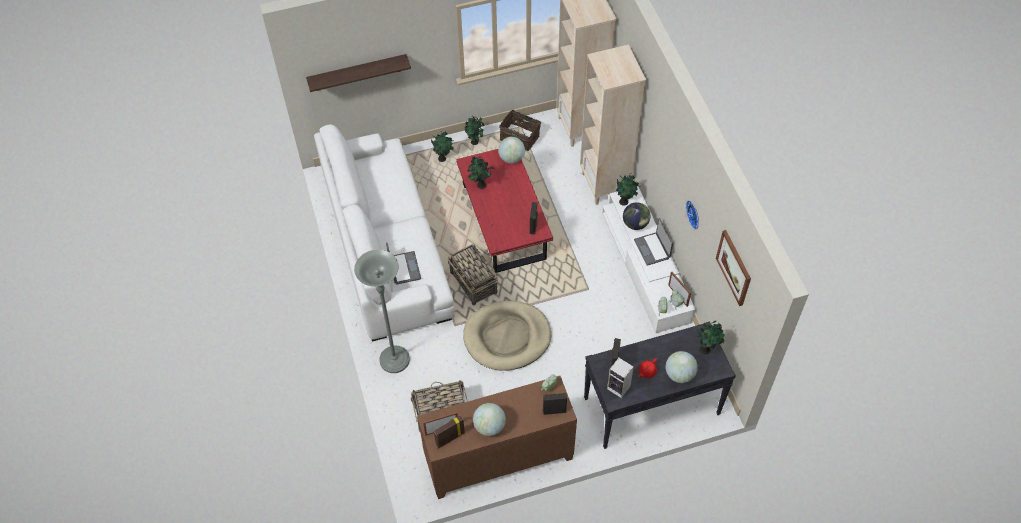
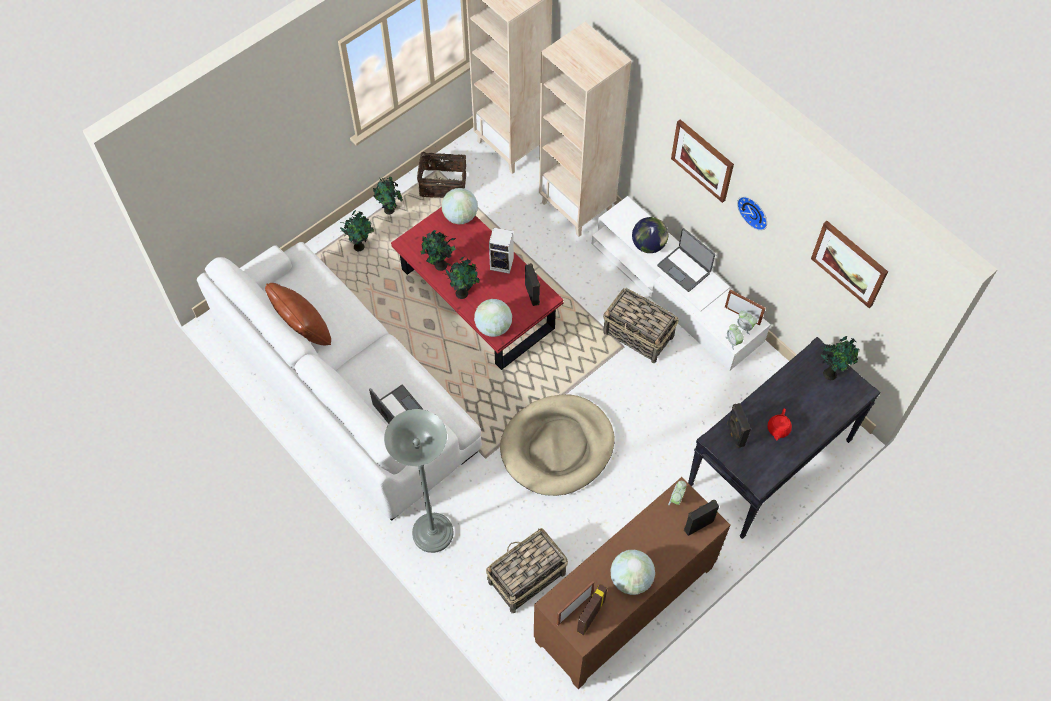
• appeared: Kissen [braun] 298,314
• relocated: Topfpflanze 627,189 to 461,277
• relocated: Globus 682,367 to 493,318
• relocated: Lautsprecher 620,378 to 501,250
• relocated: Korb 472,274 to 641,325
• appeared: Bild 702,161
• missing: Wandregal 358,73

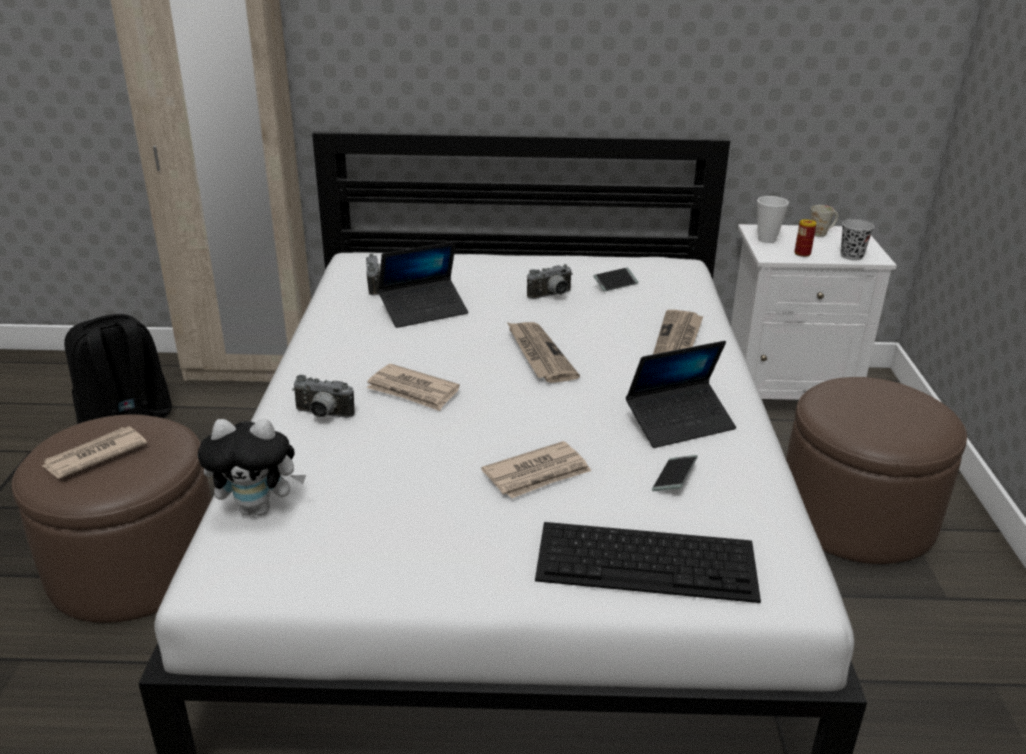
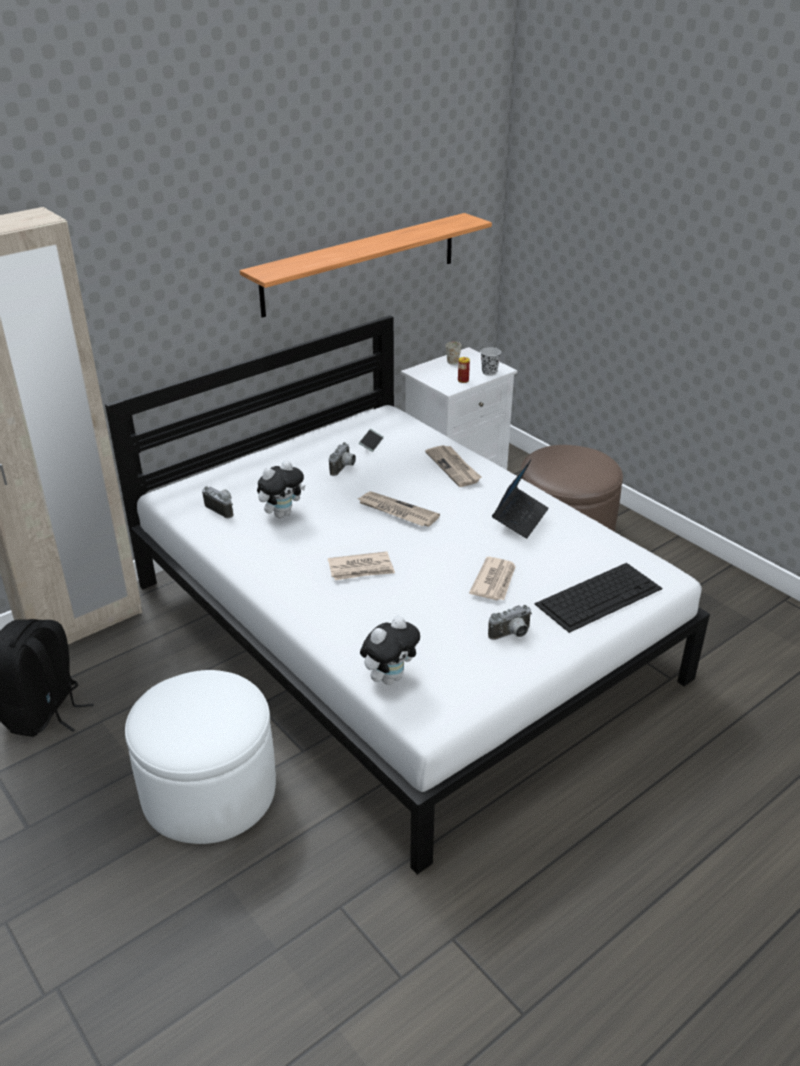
• colour: Polsterhocker [braun] 111,518 to Polsterhocker [weiß] 200,757
• appeared: Wandregal 366,265
• exchanged: Laptop 423,284 to Plüschtier 281,489
• relocated: Kamera 323,396 to 510,622
• missing: Zeitung 94,452
• missing: Handy 675,473
• missing: Tasse 773,219

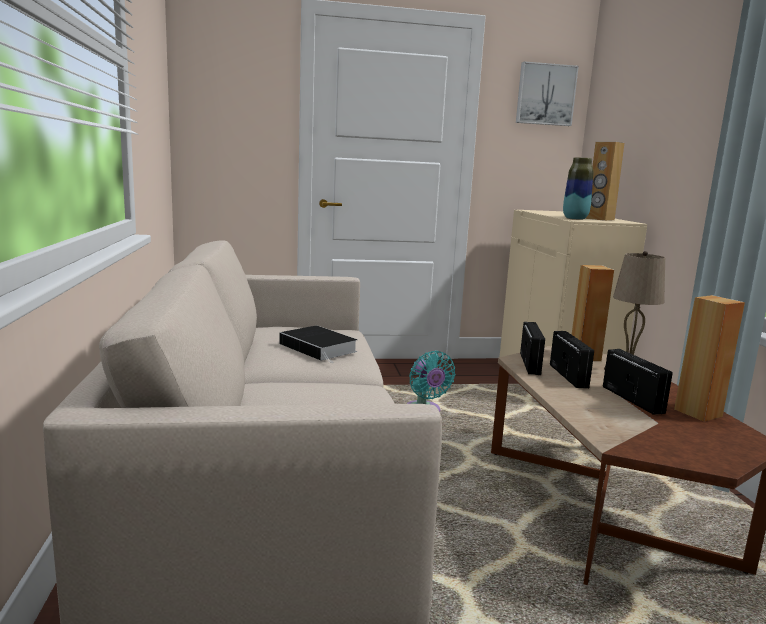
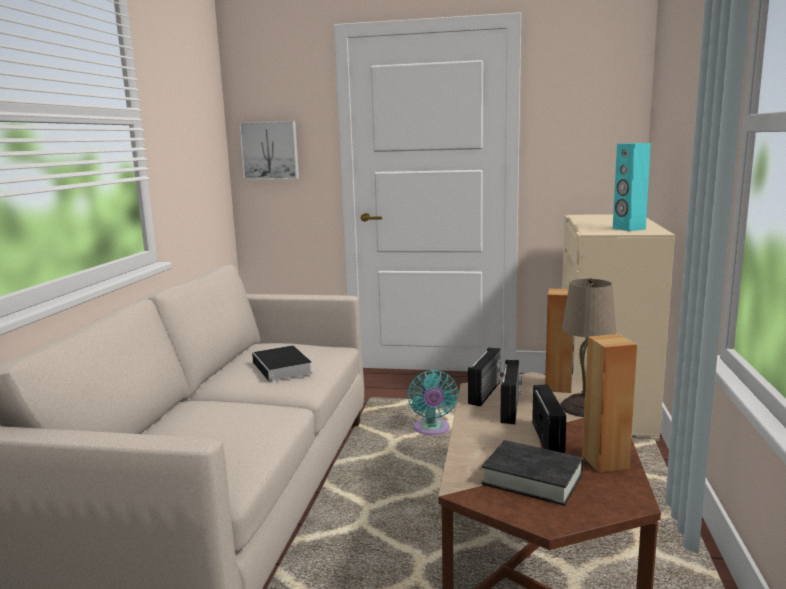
• relocated: Bild 547,93 to 269,150
• appeared: Buch [schwarz] 533,473
• colour: Lautsprecher [braun] 605,181 to Lautsprecher [türkis] 632,187
• missing: Vase 578,188

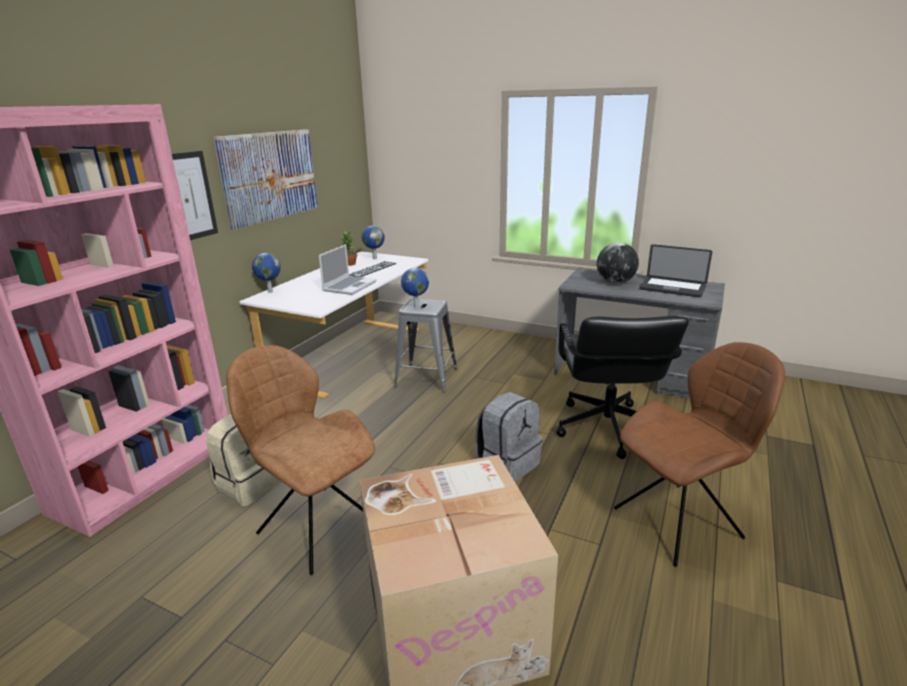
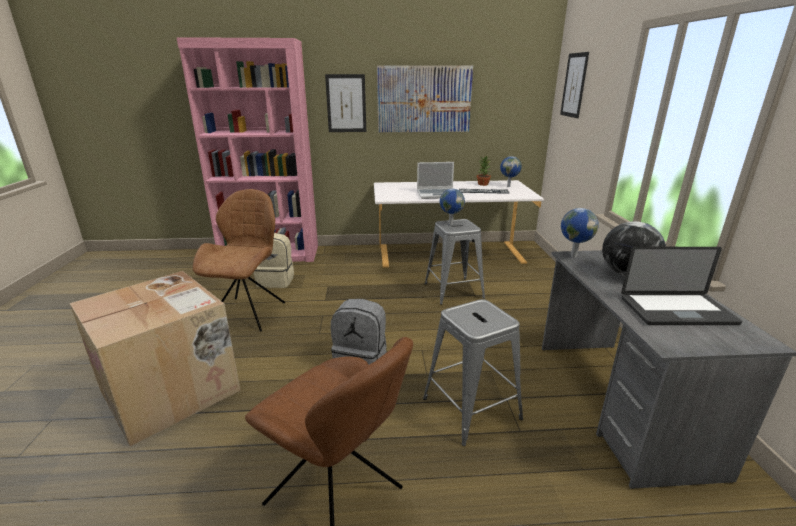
• exchanged: Bürostuhl [schwarz] 622,387 to Hocker [grau] 473,372
• appeared: Bild 574,85
• relocated: Globus 266,273 to 580,233
• spun: Laptop 675,270 = 681,286 90 degrees counterclockwise

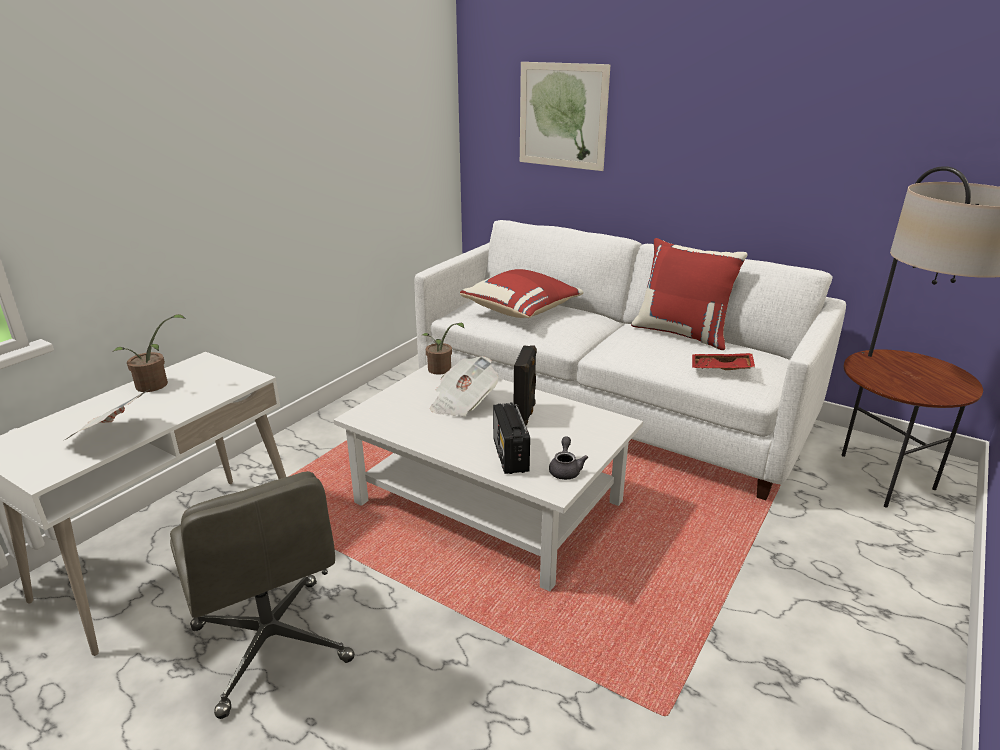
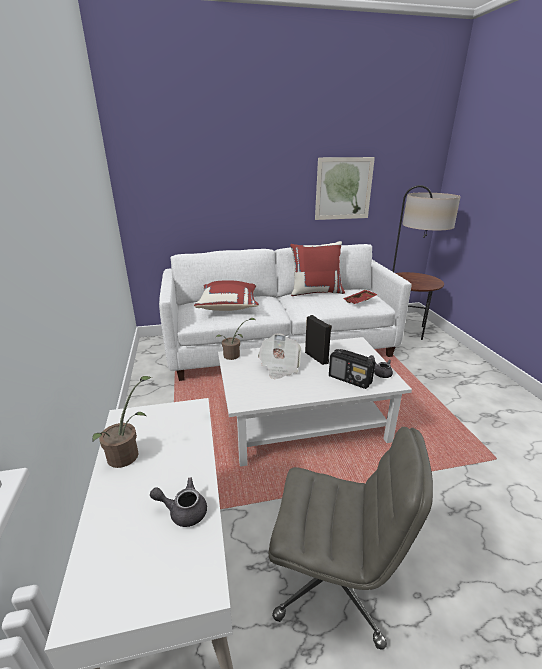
• exchanged: Zeitung 105,415 to Teekanne [grau] 178,502
• relocated: Bild 565,116 to 345,188

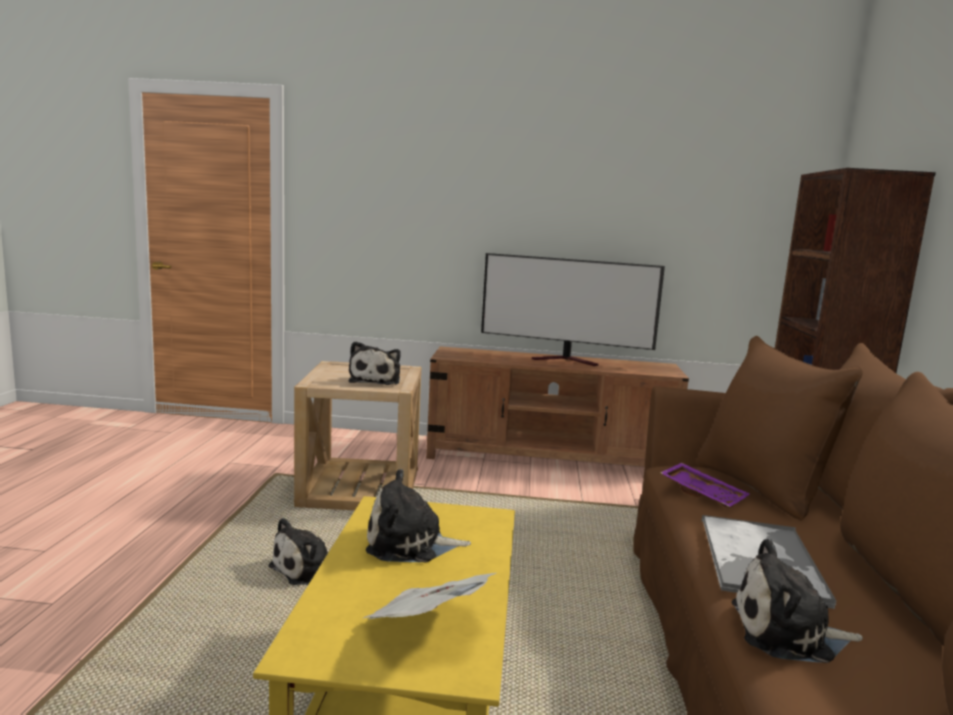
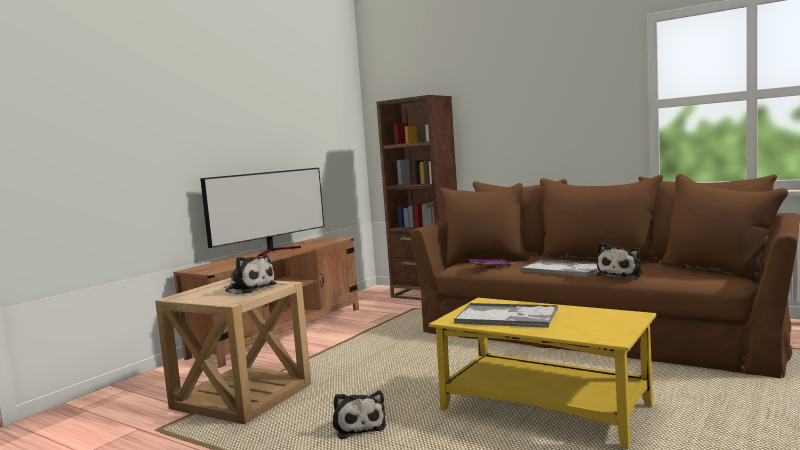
• exchanged: Plüschtier 418,515 to Tablett 506,315
• missing: Zeitung 430,596

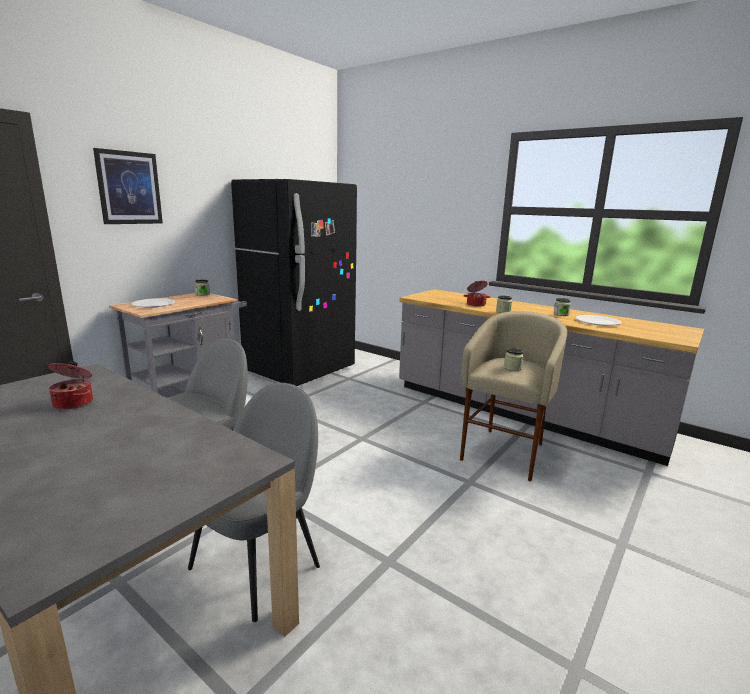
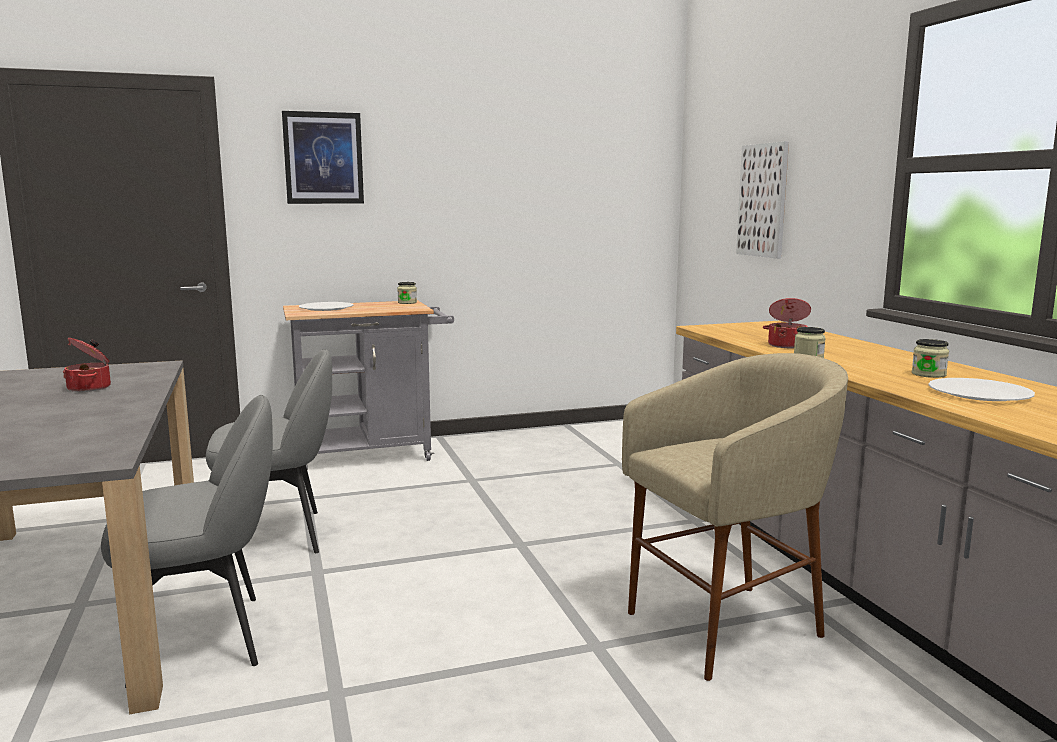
• appeared: Bild 762,200
• missing: Kühlschrank [schwarz] 294,282
• missing: Vorratsglas 514,359

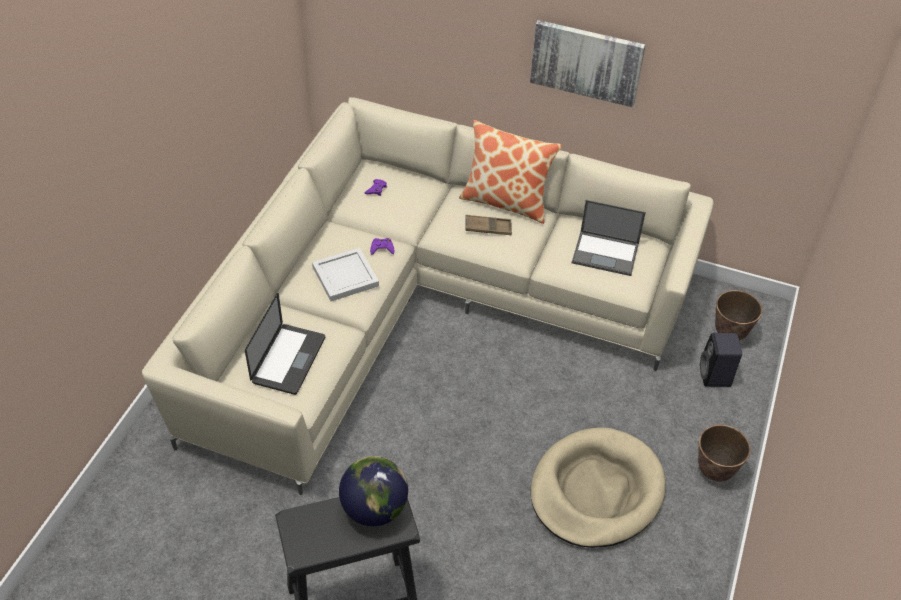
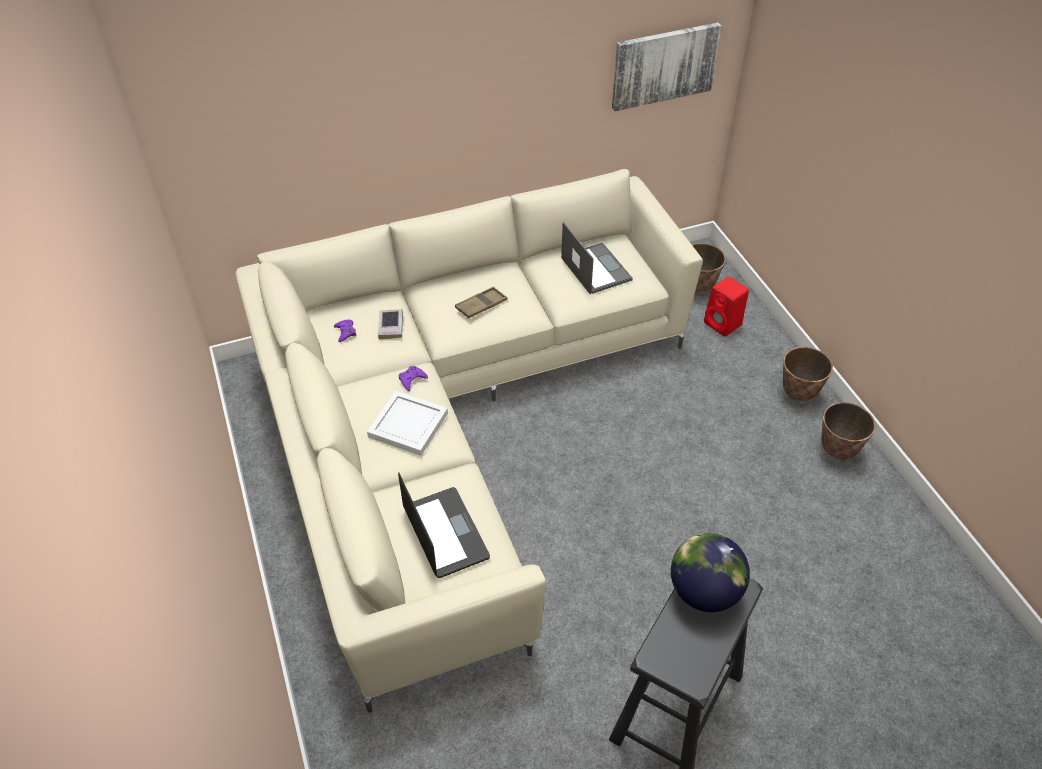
• appeared: Buch 390,324
• spun: Laptop 609,238 = 597,258 90 degrees counterclockwise
• relocated: Bild 588,63 to 667,66
• colour: Lautsprecher [schwarz] 721,360 to Lautsprecher [rot] 726,306
• appeared: Pflanzkübel 849,431
• missing: Kissen 510,172
• missing: Hundebett [beige] 598,487

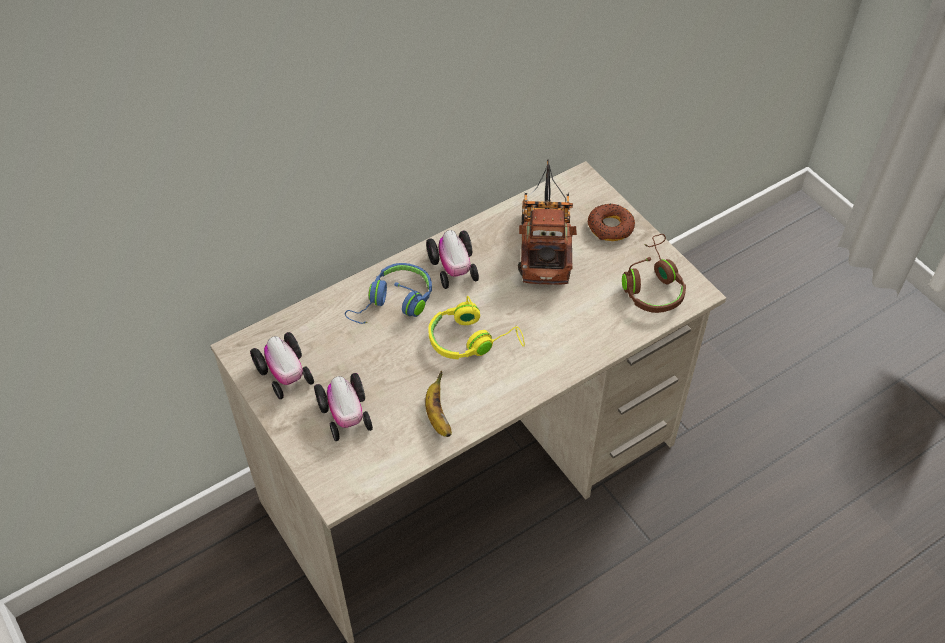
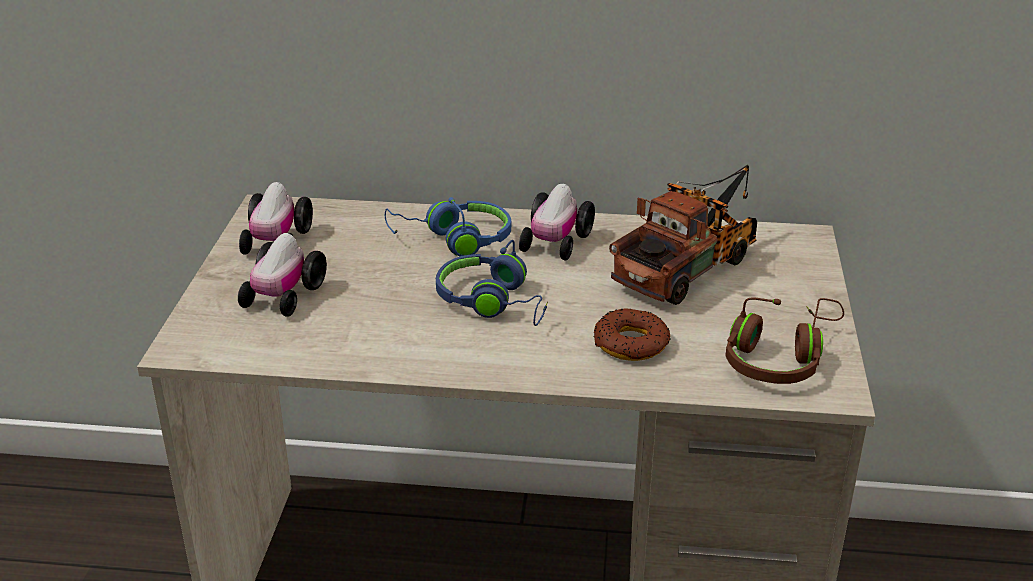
• colour: Kopfhörer [gelb] 476,327 to Kopfhörer [blau] 492,283
• relocated: Donut 611,222 to 632,334
• missing: Banane 438,404

